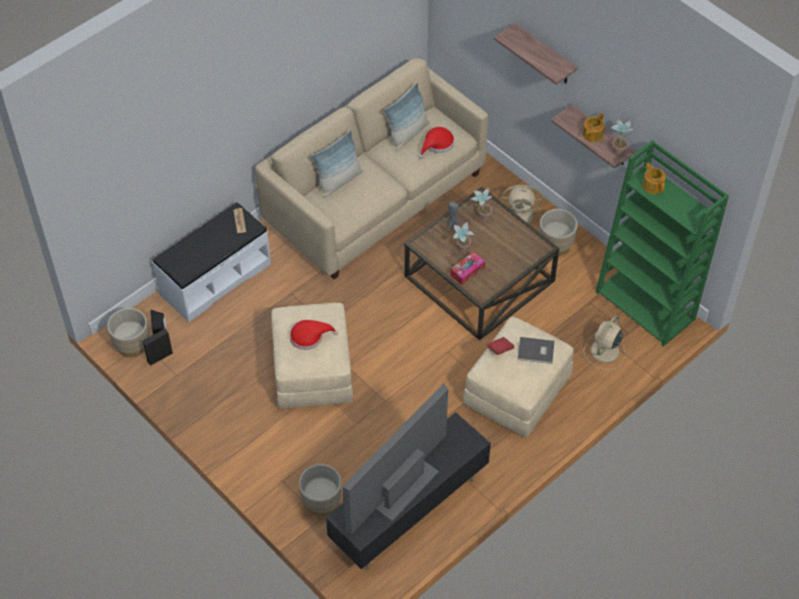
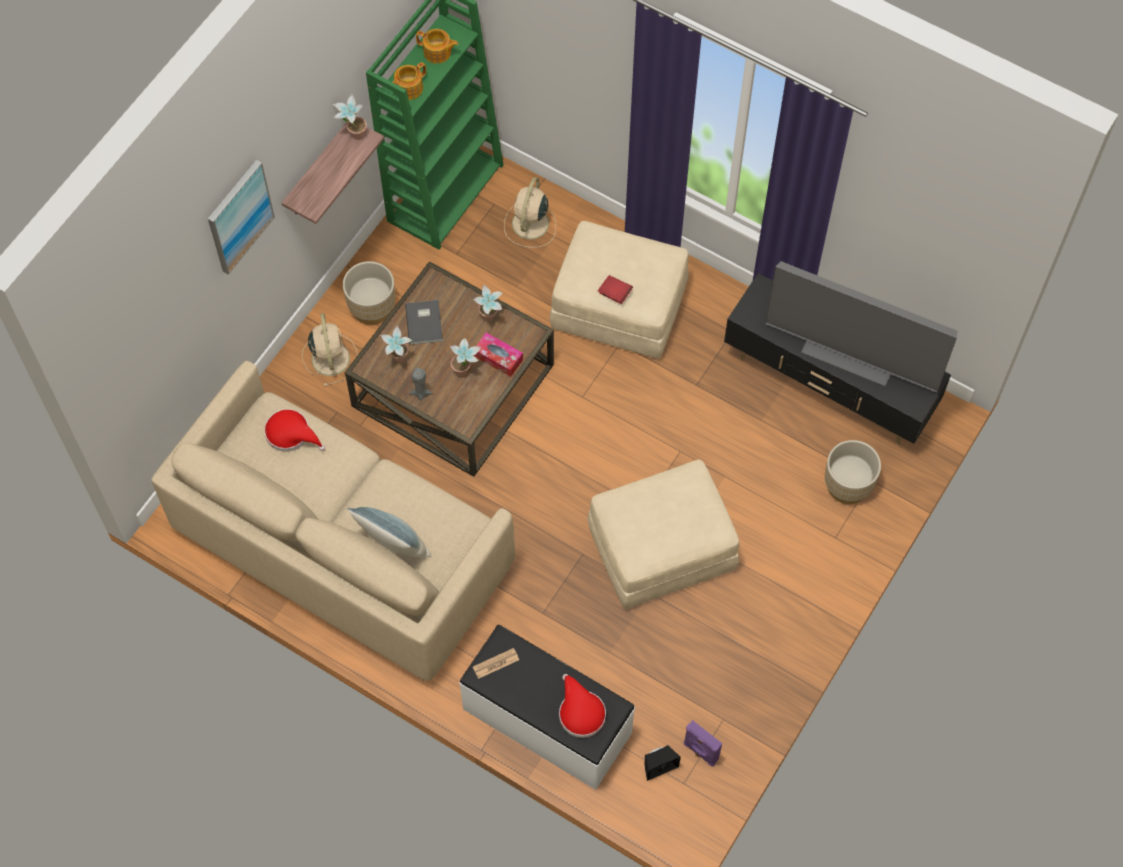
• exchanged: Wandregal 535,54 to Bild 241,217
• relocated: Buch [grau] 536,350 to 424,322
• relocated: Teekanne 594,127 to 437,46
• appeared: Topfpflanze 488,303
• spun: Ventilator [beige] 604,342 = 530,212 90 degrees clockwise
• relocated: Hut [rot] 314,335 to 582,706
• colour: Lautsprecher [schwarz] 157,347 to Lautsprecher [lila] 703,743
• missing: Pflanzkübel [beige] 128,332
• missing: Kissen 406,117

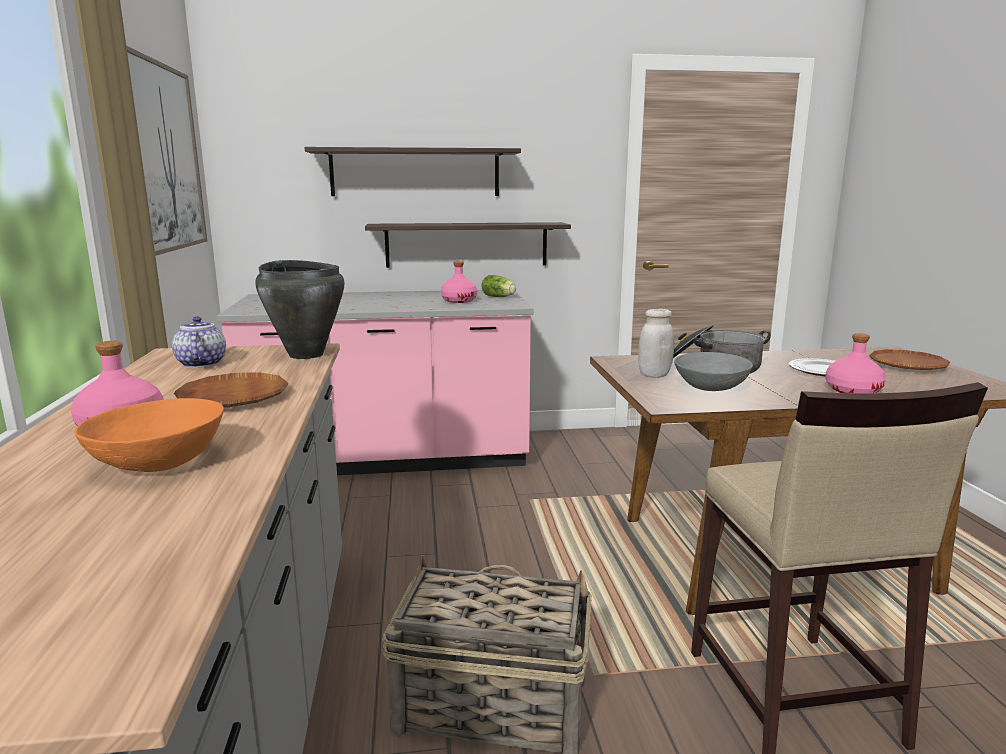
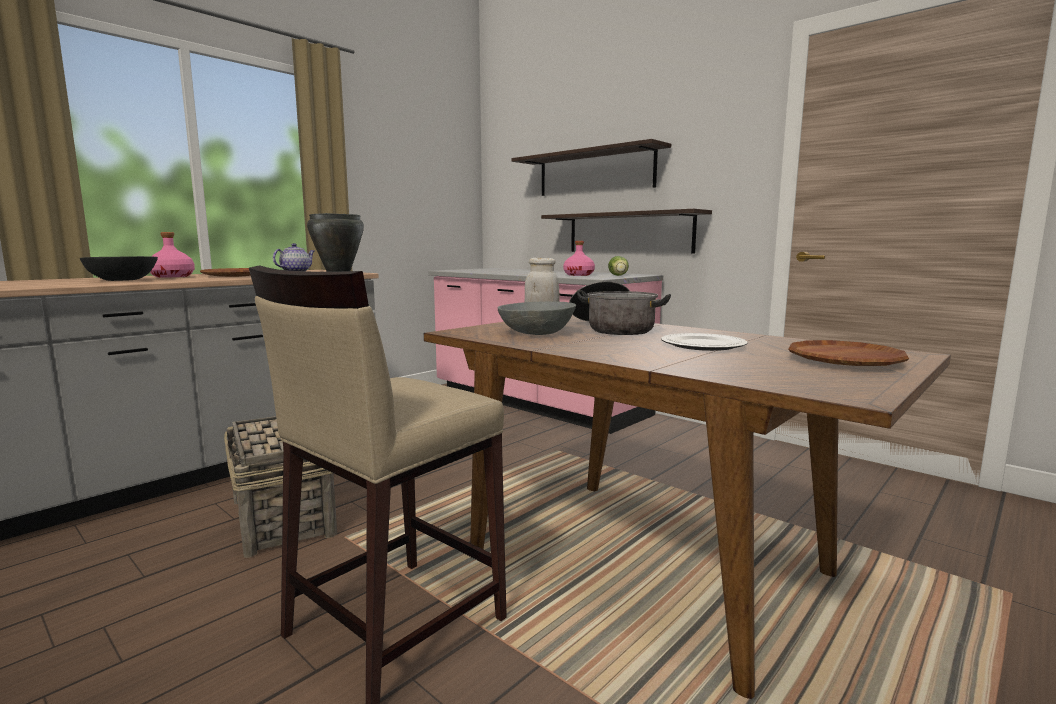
• colour: Schüssel [orange] 149,435 to Schüssel [schwarz] 119,268
• missing: Bild 166,151
• missing: Flasche [rosa] 855,363

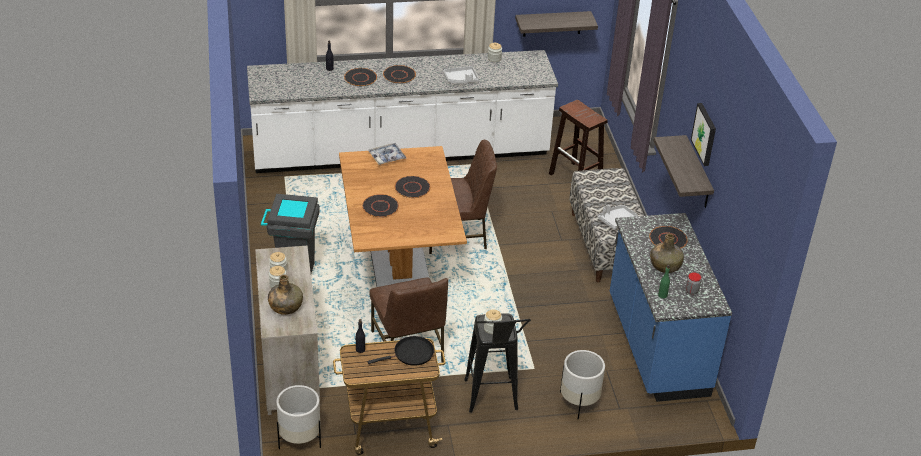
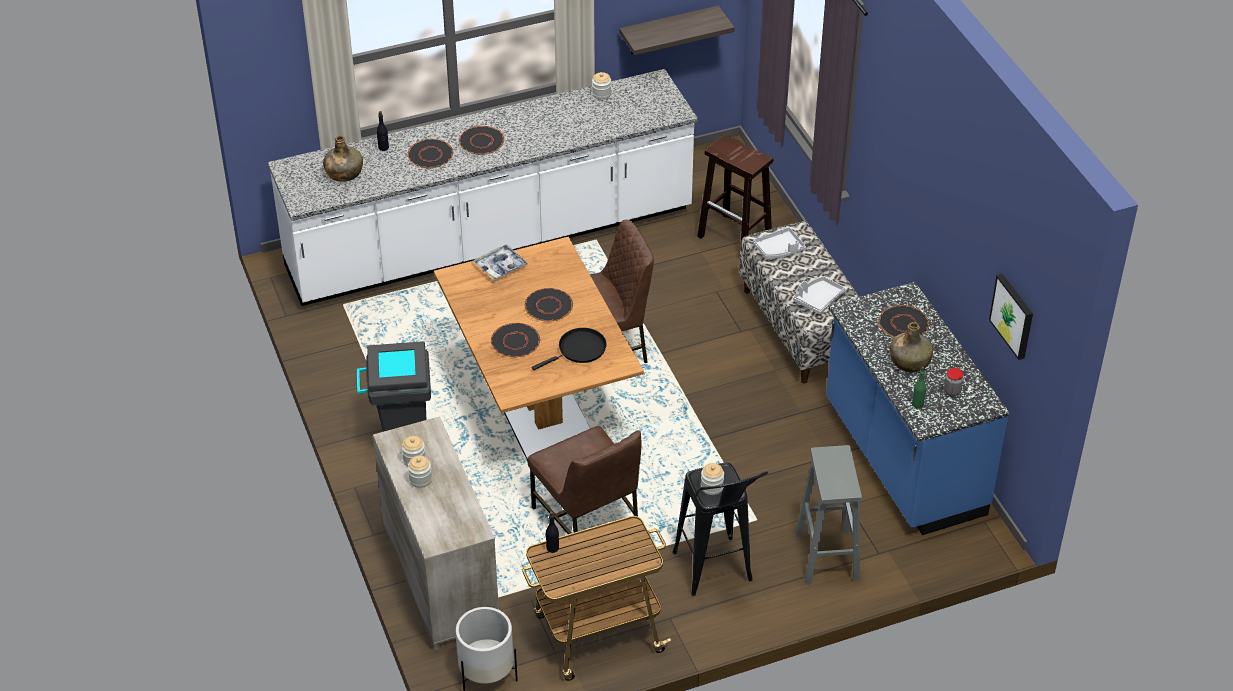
• relocated: Flasche [grün] 285,295 to 343,158
• relocated: Pfanne [schwarz] 400,351 to 569,349
• relocated: Tablett [grau] 461,75 to 779,243
• exchanged: Pflanzkübel [weiß] 582,385 to Hocker [grau] 828,514
• relocated: Bild 703,134 to 1011,317
• missing: Wandregal 684,171

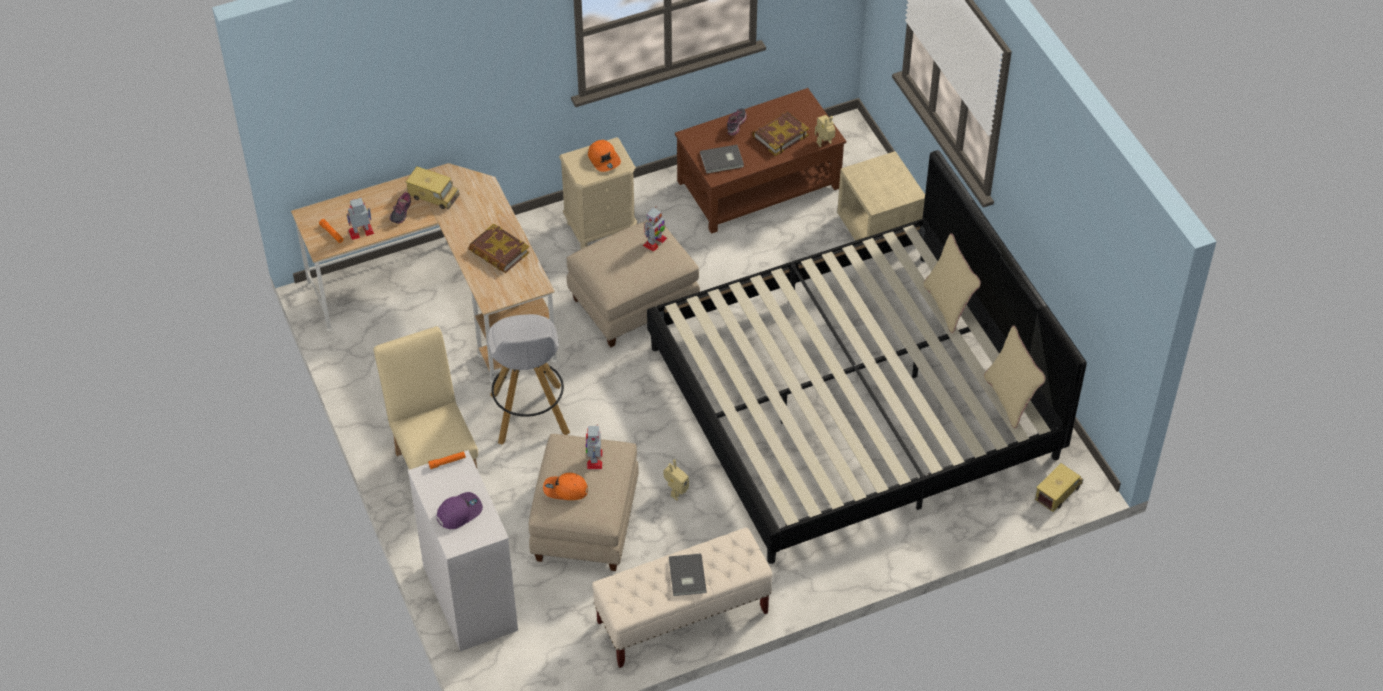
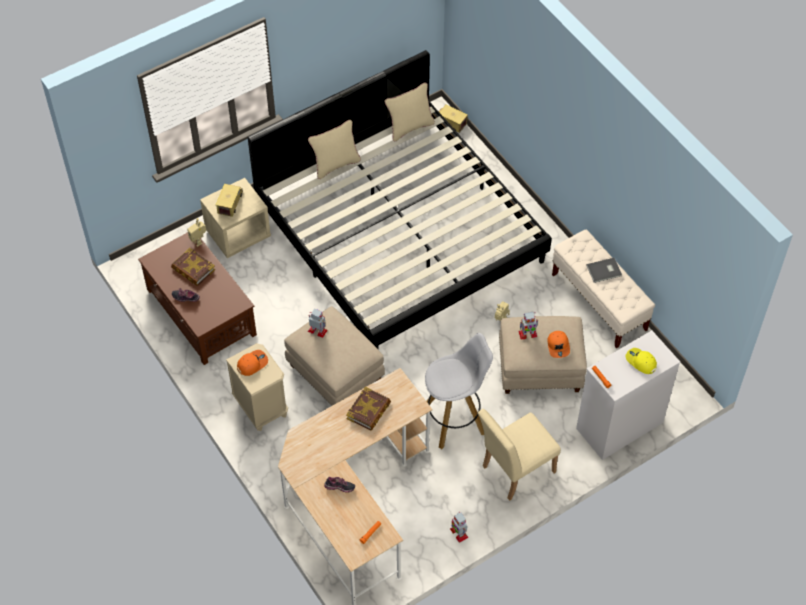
• relocated: Spielzeuglaster 432,188 to 229,200
• relocated: Spielzeugroboter 360,219 to 459,527
• colour: Kappe [lila] 460,510 to Kappe [gelb] 641,361
• missing: Buch [grau] 722,159

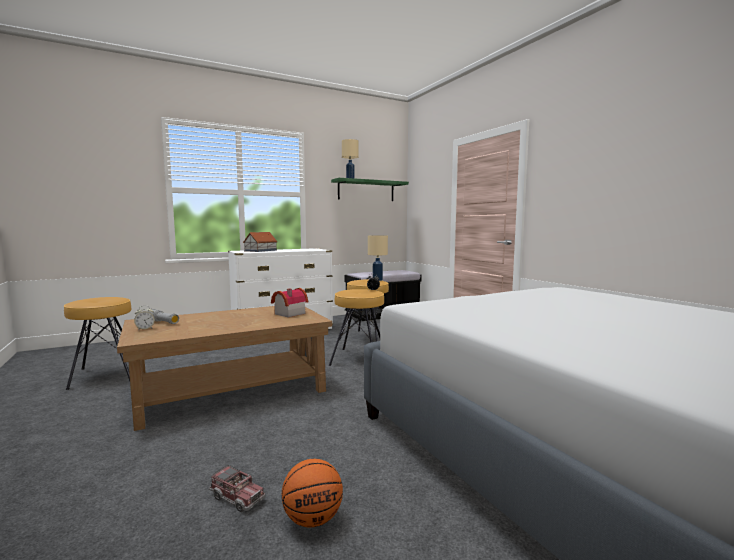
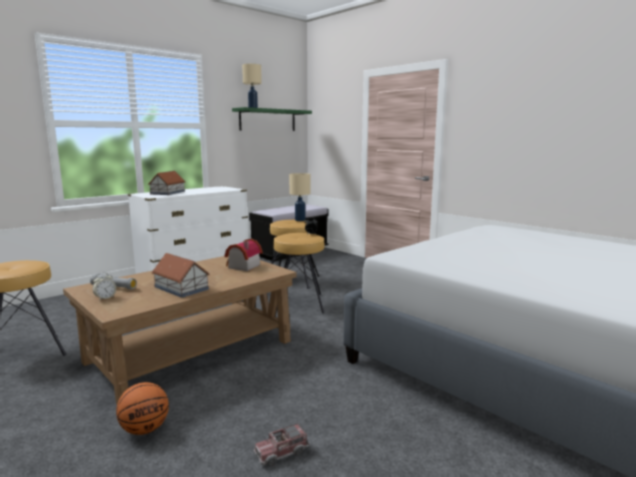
• relocated: Basketball 312,493 to 142,408
• appeared: Spielzeughaus 181,275
• spun: Spielzeuglaster 237,488 = 282,445 135 degrees clockwise

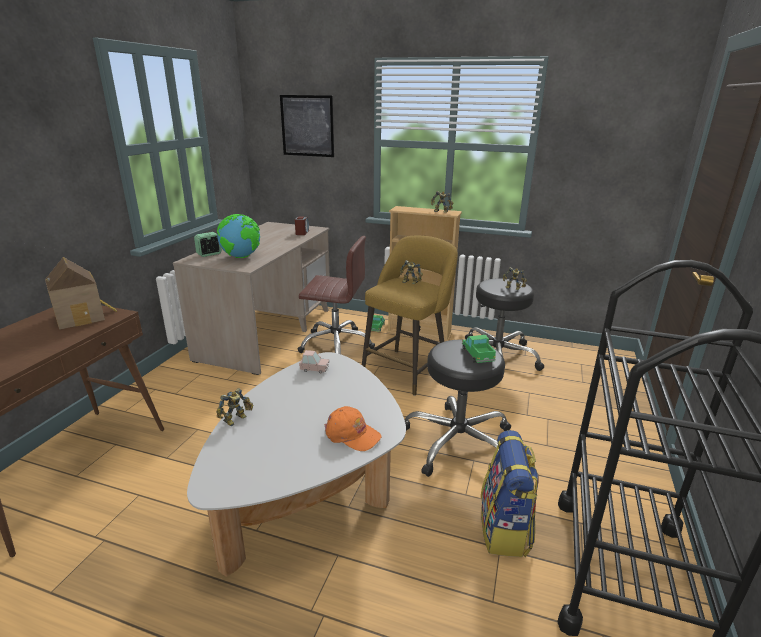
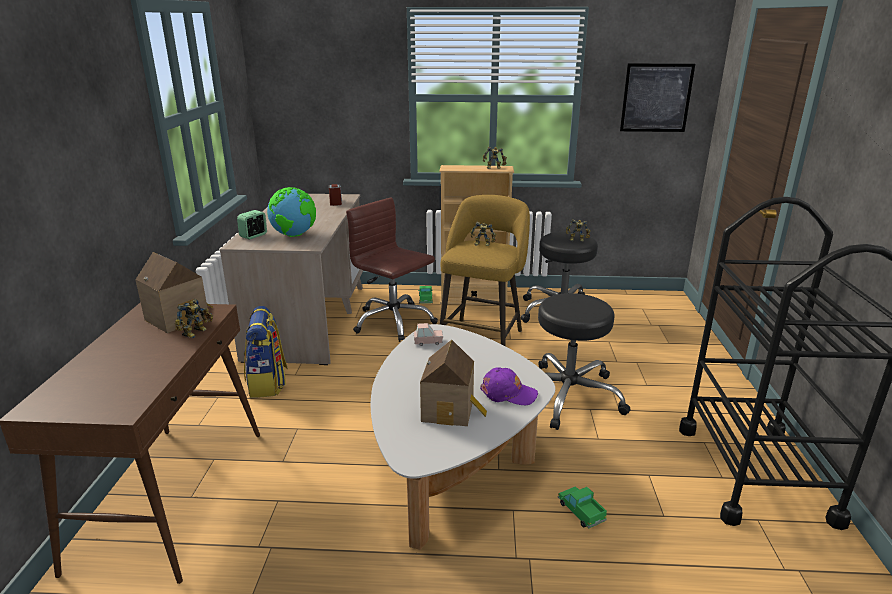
• relocated: Spielzeugroboter 235,407 to 194,318
• relocated: Rucksack 509,493 to 266,352
• spun: Bürostuhl [braun] 336,295 = 392,270 135 degrees counterclockwise
• appeared: Spielzeughaus 453,383
• colour: Kappe [orange] 353,428 to Kappe [lila] 509,386
• relocated: Spielzeuglaster 479,349 to 582,508
• relocated: Bild 307,126 to 657,97

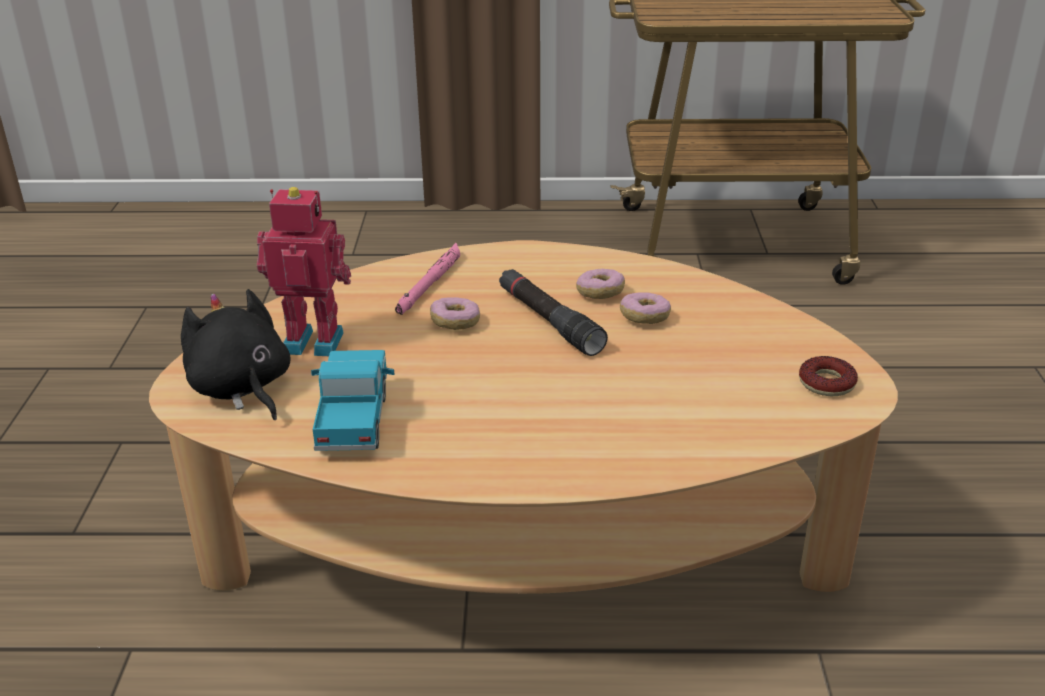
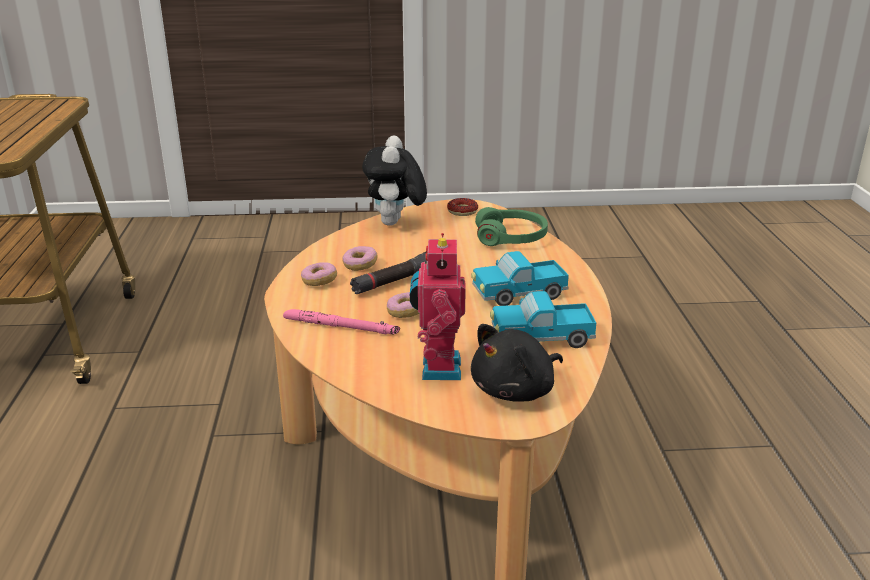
• relocated: Donut 645,308 to 319,274
• appeared: Plüschtier 394,181
• appeared: Spielzeuglaster 520,278
• appeared: Kopfhörer [grün] 511,226

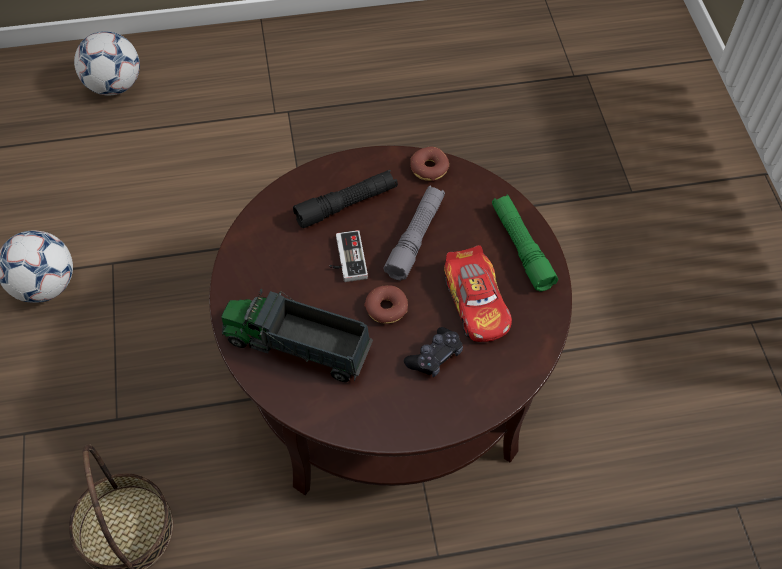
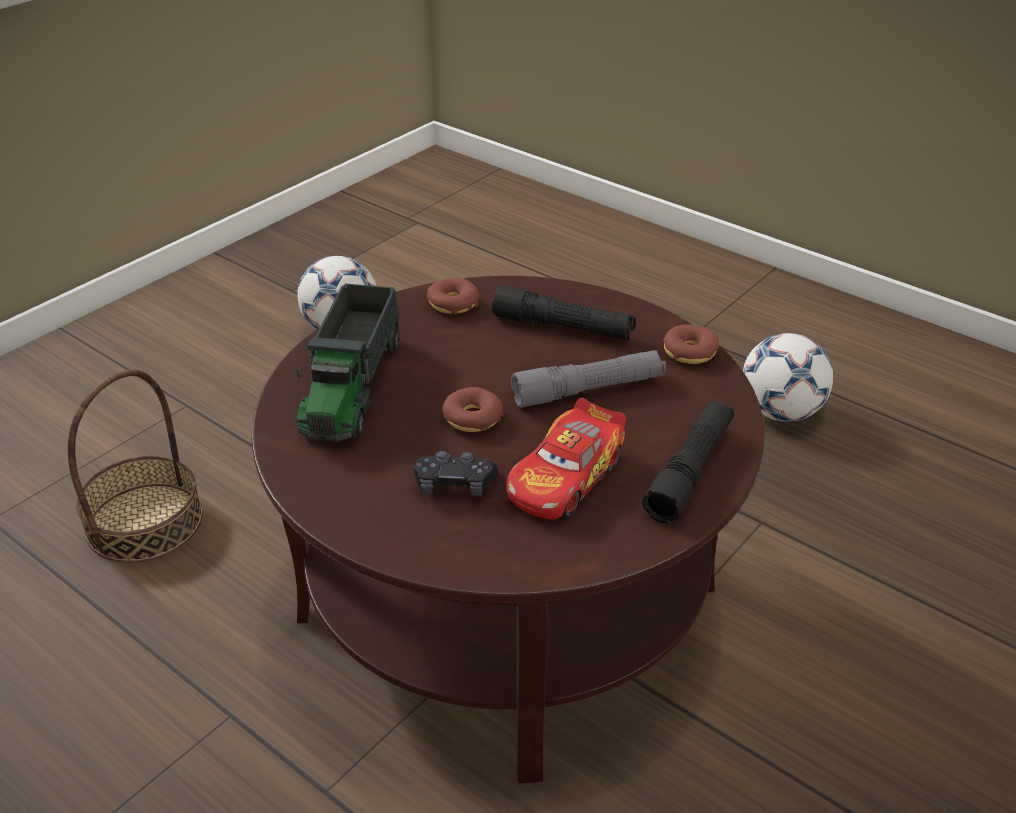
• spun: Spielzeuglaster 297,335 = 347,363 150 degrees counterclockwise
• appeared: Donut 453,296
• colour: Taschenlampe [grün] 525,243 to Taschenlampe [schwarz] 688,462
• relocated: Fußball 107,63 to 788,377
• missing: Gamepad 348,256

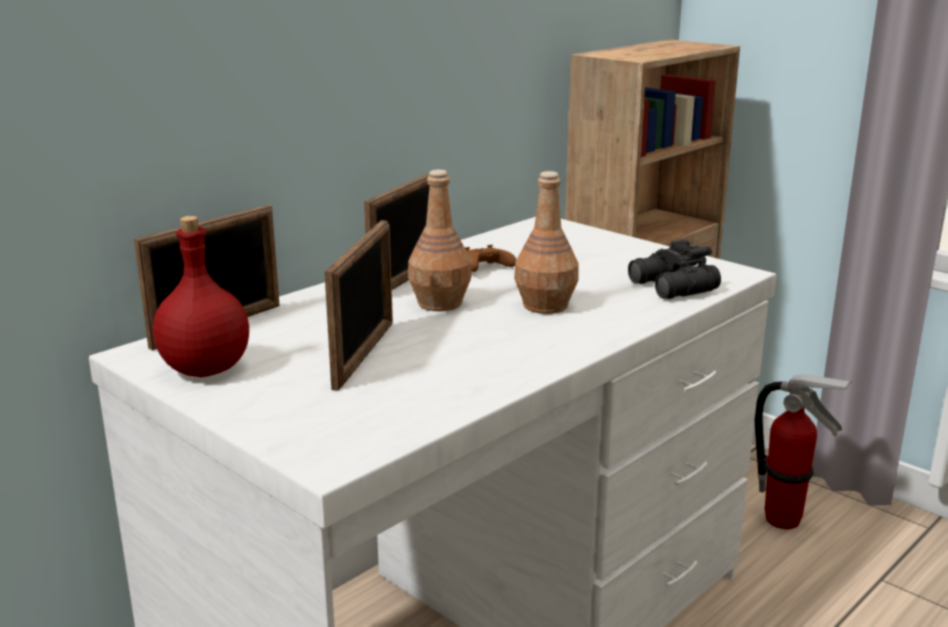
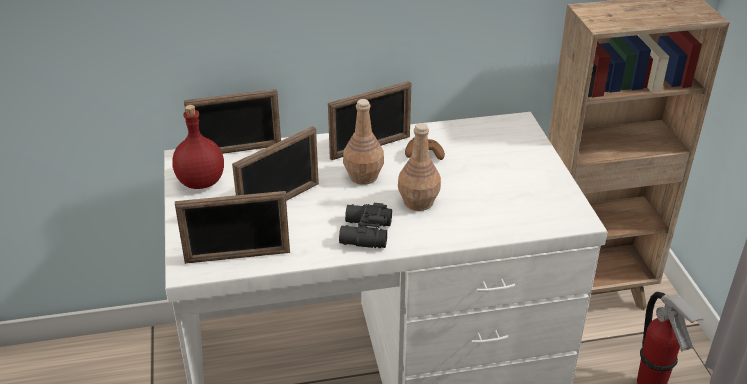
• appeared: Bilderrahmen 232,227
• relocated: Fernglas [schwarz] 674,269 to 365,225

